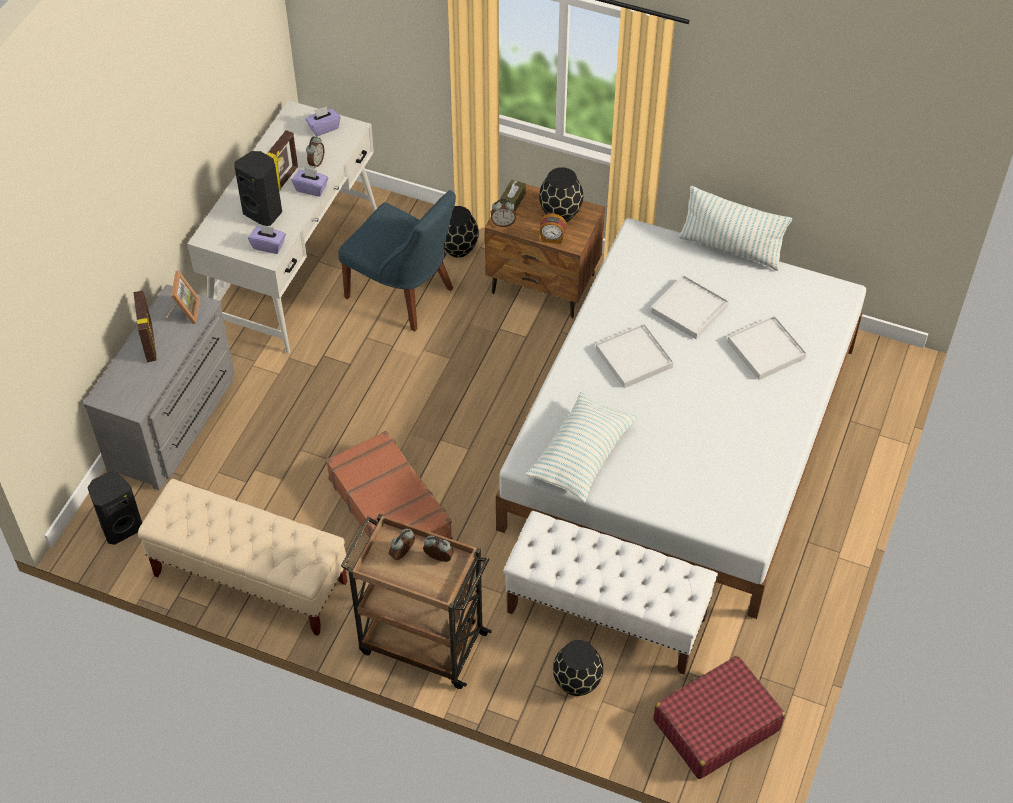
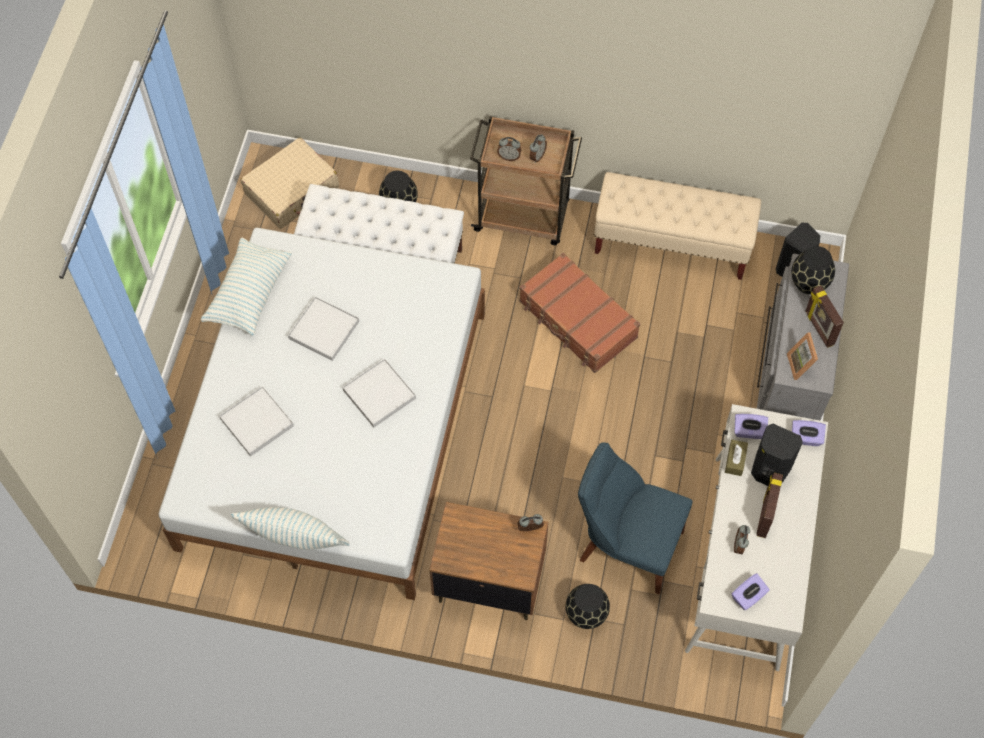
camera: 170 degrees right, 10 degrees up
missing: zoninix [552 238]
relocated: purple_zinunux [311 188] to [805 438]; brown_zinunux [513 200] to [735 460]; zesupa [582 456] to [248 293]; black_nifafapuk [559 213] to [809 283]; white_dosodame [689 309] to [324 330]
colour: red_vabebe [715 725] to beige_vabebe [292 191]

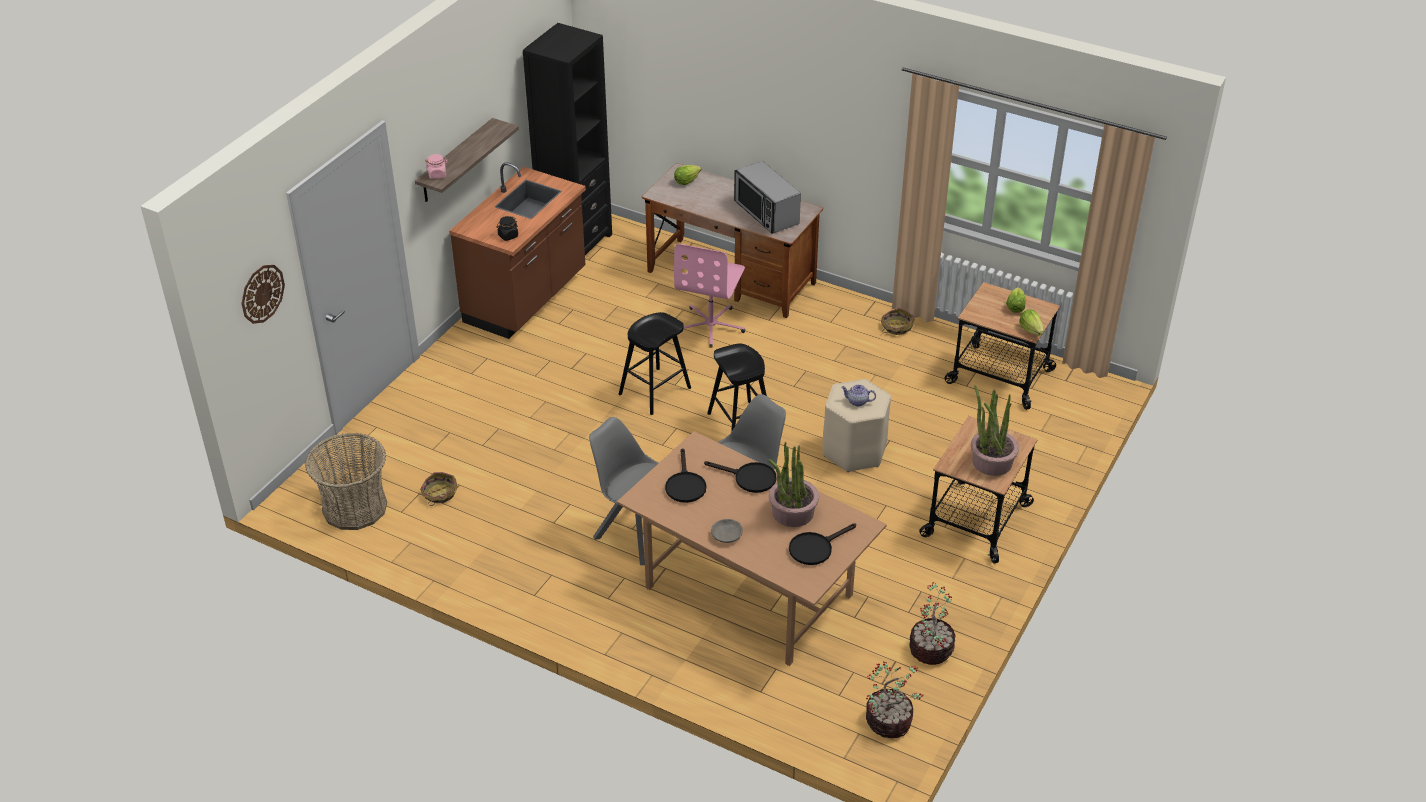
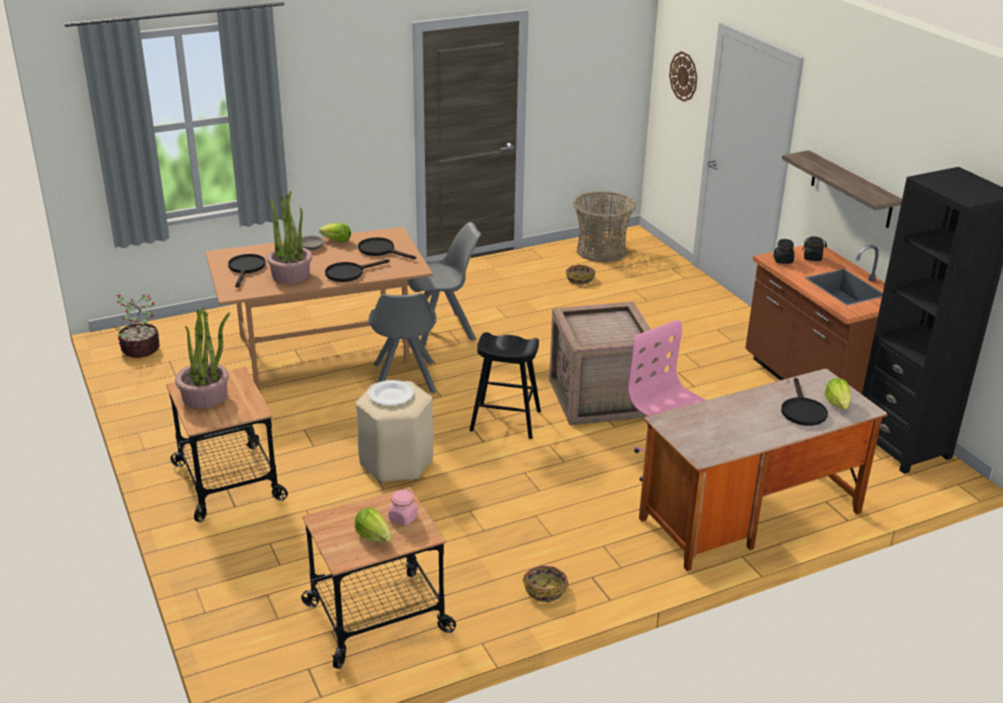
camera: 125 degrees right, 10 degrees down
missing: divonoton [766 213]; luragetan [930 649]
appeared: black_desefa [802 410]; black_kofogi [812 258]
relocated: pink_kofogi [437 174] to [403 518]; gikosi [1031 330] to [337 241]
exchanged: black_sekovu [654 391] to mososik [601 398]; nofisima [857 401] to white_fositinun [390 395]

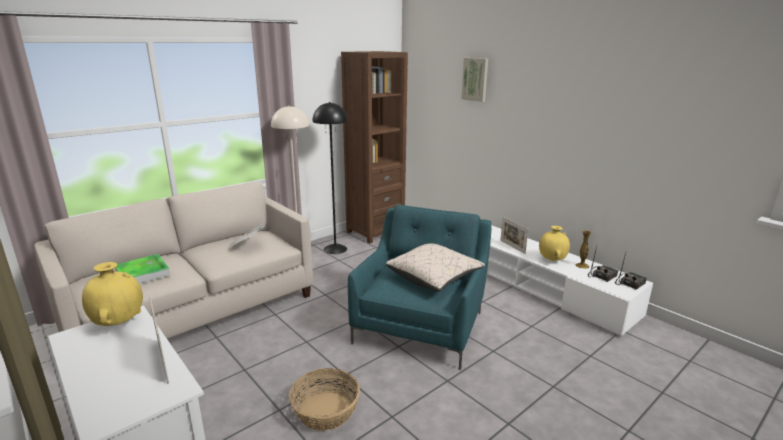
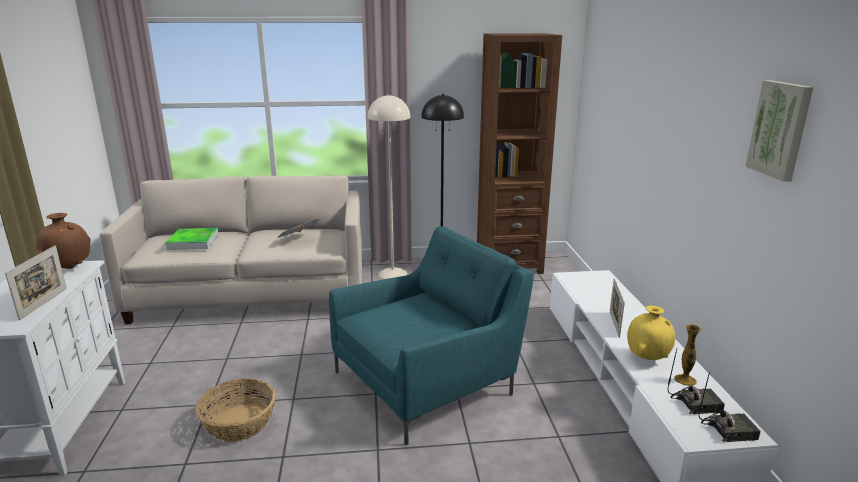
camera: 35 degrees right, 0 degrees up
missing: beige_zesupa [434 277]
relocated: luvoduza [475 79] to [781 129]
colour: yellow_nifafapuk [119 323] to brown_nifafapuk [69 268]

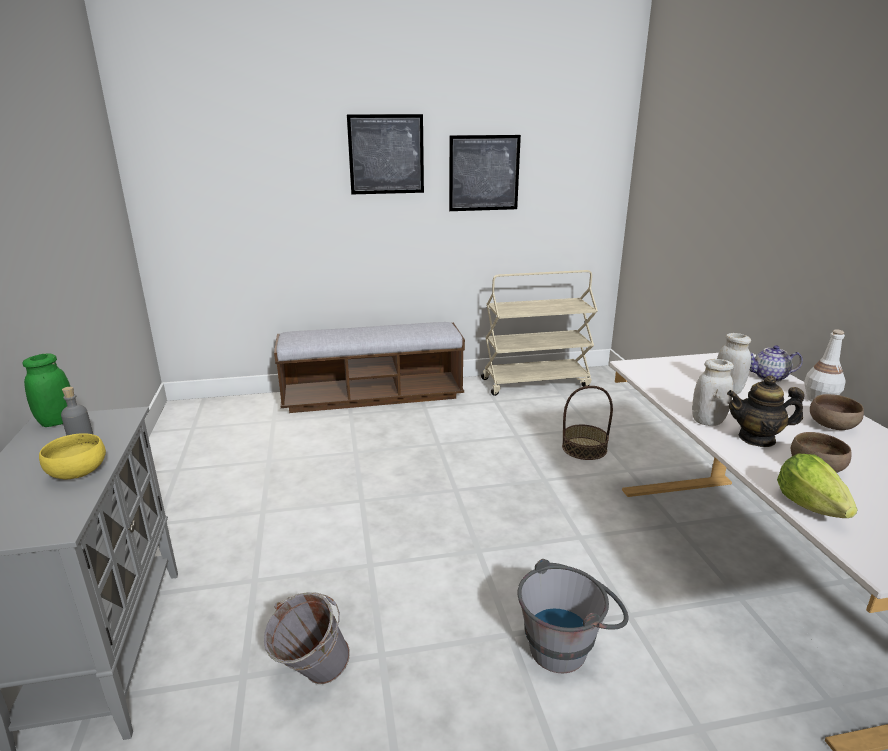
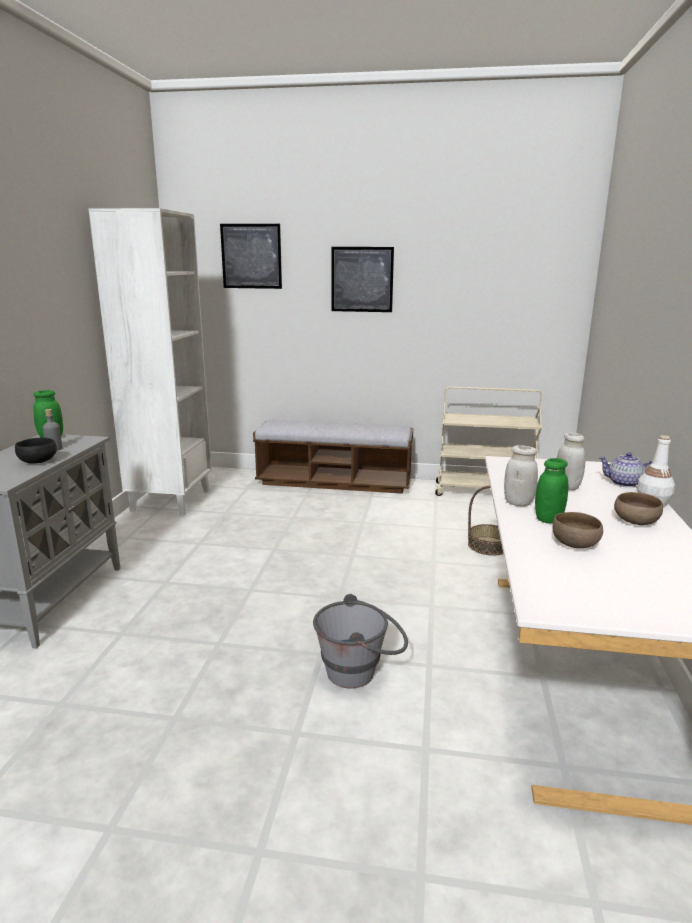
camera: 20 degrees right, 5 degrees down
missing: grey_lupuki [311 676]; gikosi [809 505]
appeared: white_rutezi [170 500]
relocated: luvoduza [484 173] to [251 256]
exchanged: nofisima [757 438] to green_kofogi [548 519]
colour: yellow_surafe [78 472] to black_surafe [38 461]

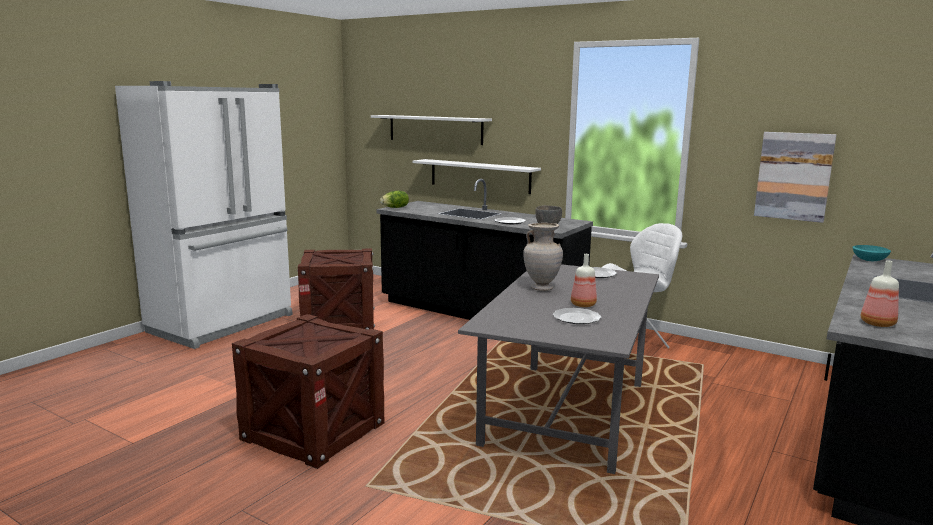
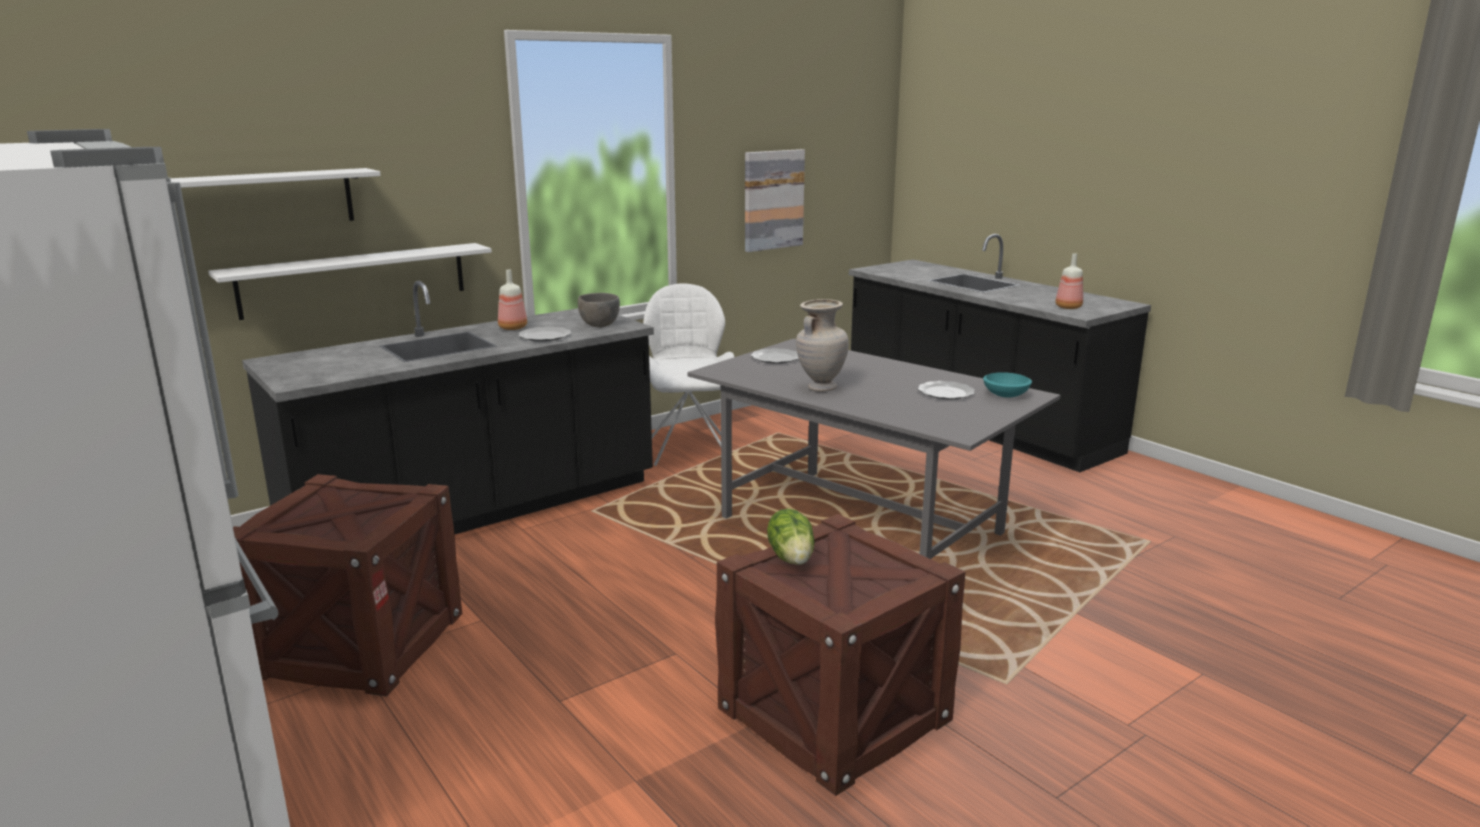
camera: 70 degrees left, 5 degrees up
relocated: gikosi [395 207] to [792 557]; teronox [583 305] to [513 328]; turquoise_surafe [869 260] to [1006 395]

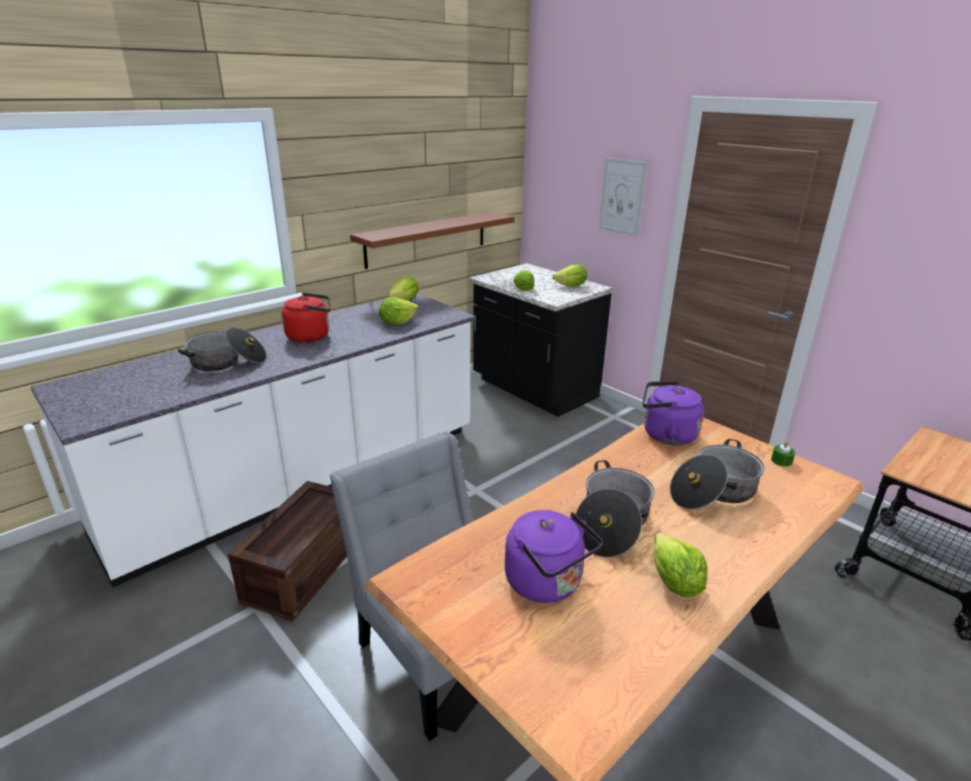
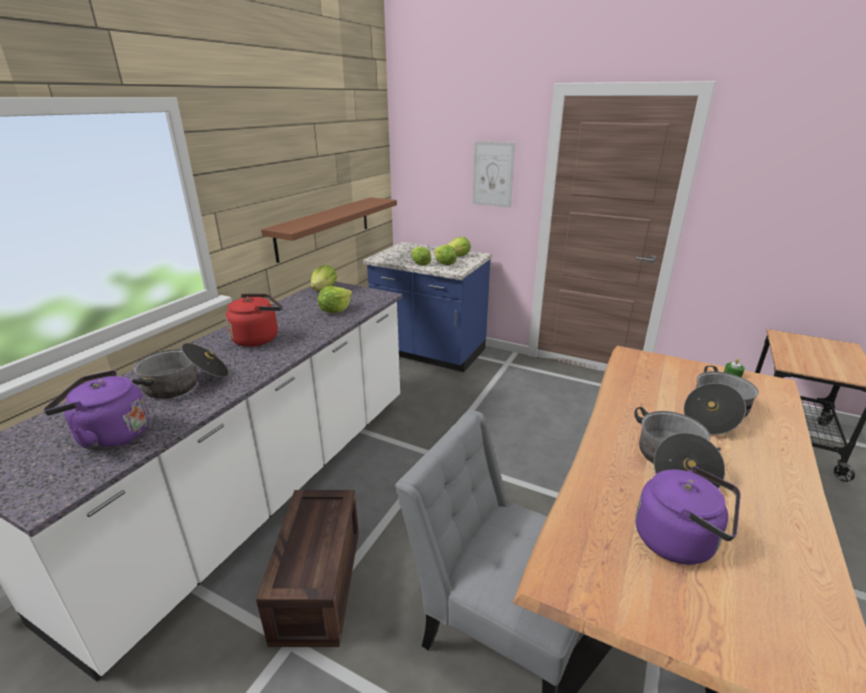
camera: 20 degrees left, 0 degrees up
relocated: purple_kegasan [665 435] to [110 436]; gikosi [674 583] to [444 264]
colour: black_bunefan [533 390] to blue_bunefan [429 352]

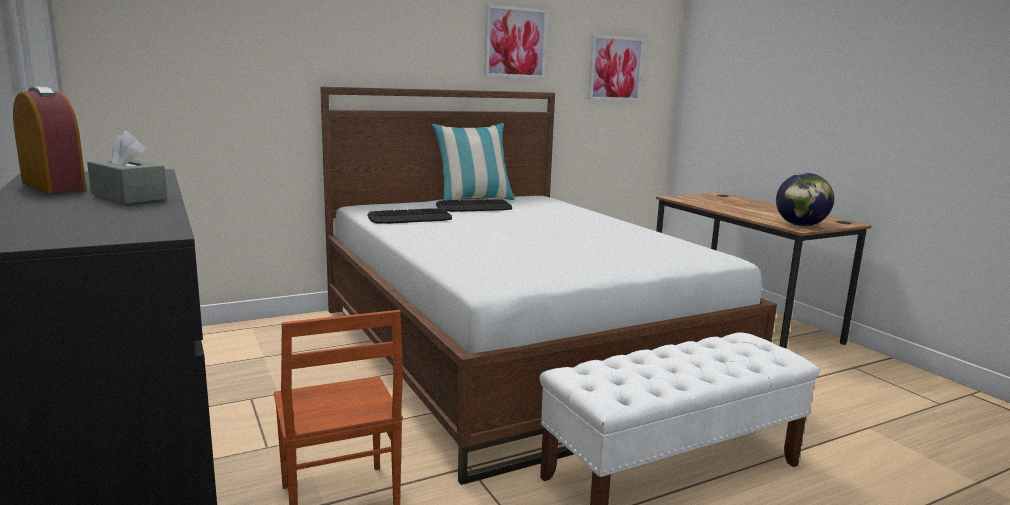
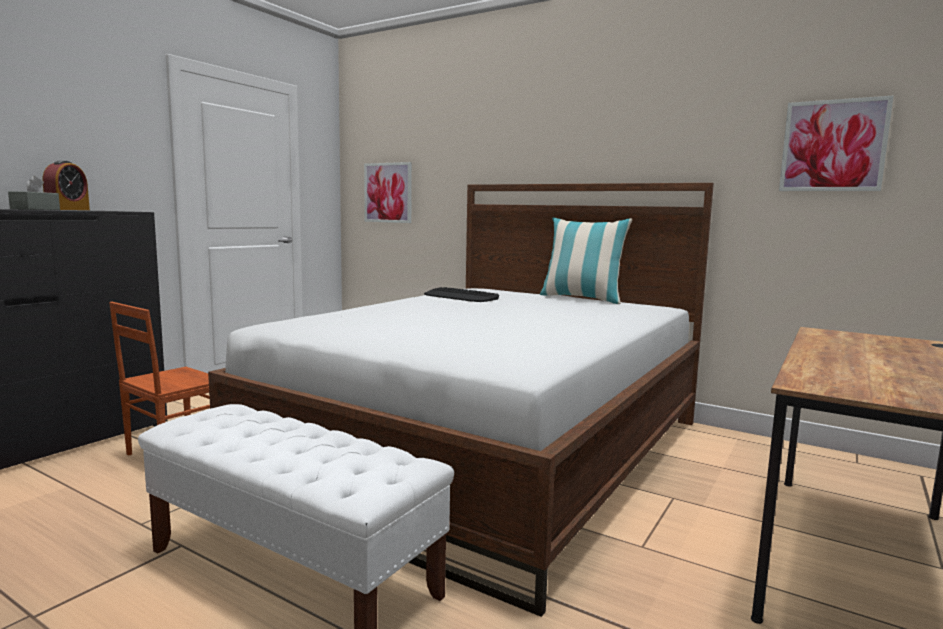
camera: 60 degrees right, 5 degrees down
missing: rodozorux [474 207]; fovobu [800 225]
relocated: luvoduza [515 42] to [388 192]

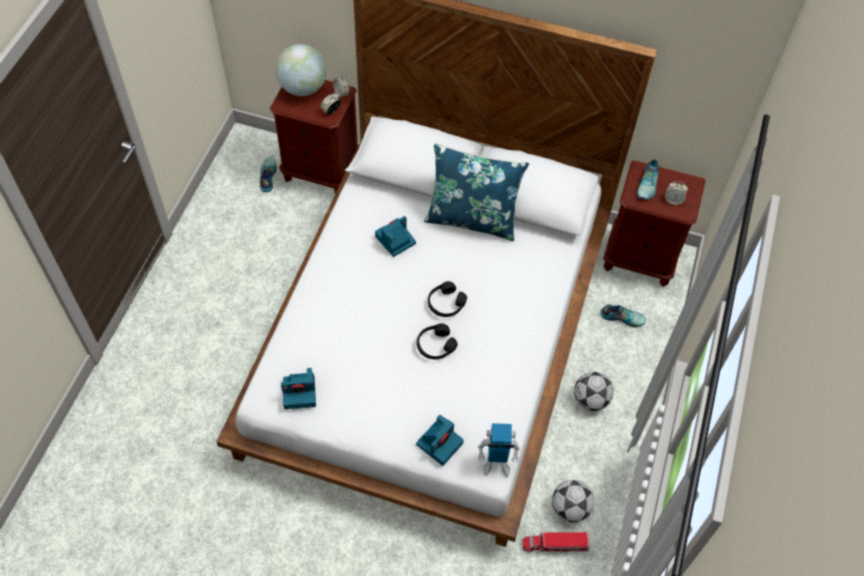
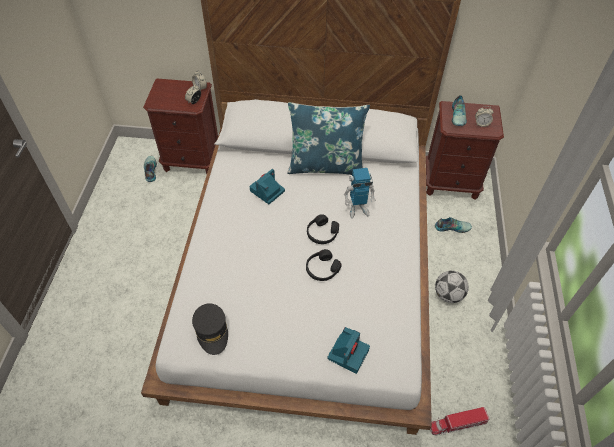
camera: 10 degrees left, 5 degrees down
missing: fovobu [303 88]; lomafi [570 508]
relocated: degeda [496 463] to [358 209]
exchanged: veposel [300 392] to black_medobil [212 331]

